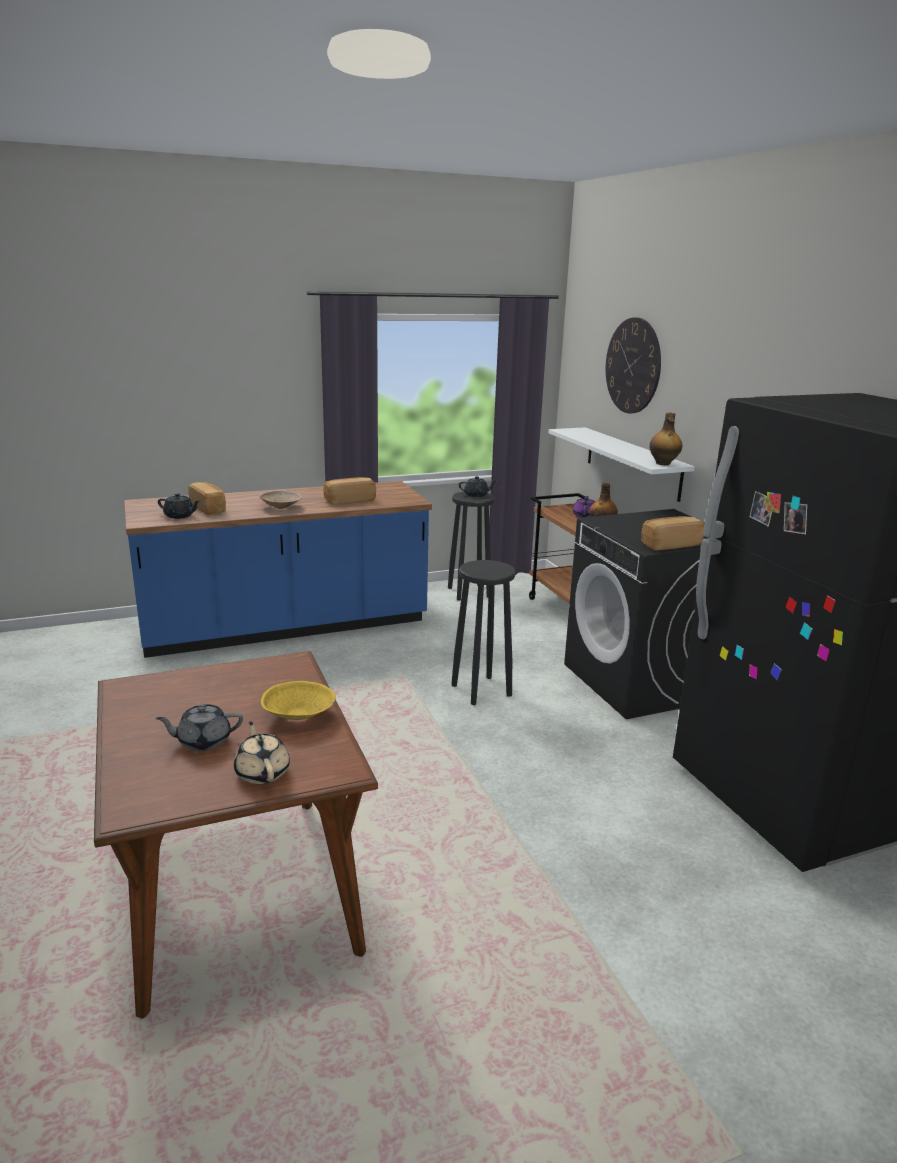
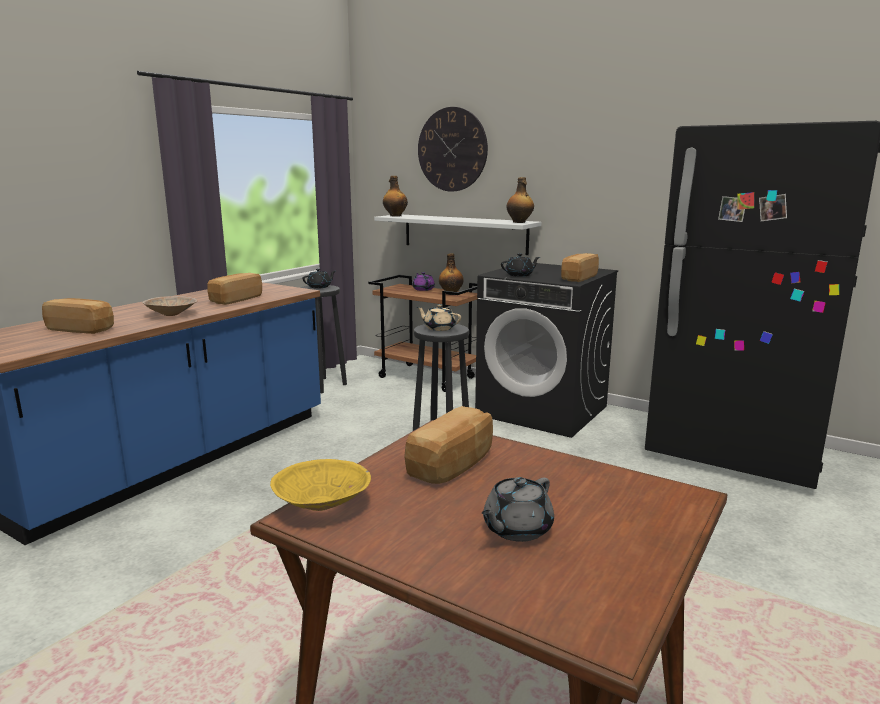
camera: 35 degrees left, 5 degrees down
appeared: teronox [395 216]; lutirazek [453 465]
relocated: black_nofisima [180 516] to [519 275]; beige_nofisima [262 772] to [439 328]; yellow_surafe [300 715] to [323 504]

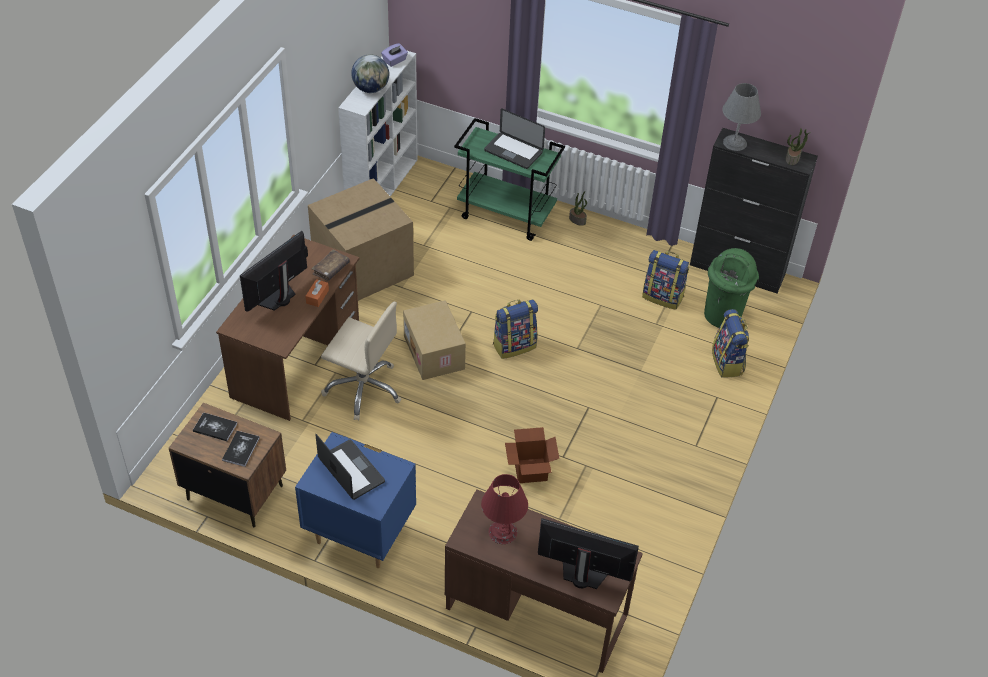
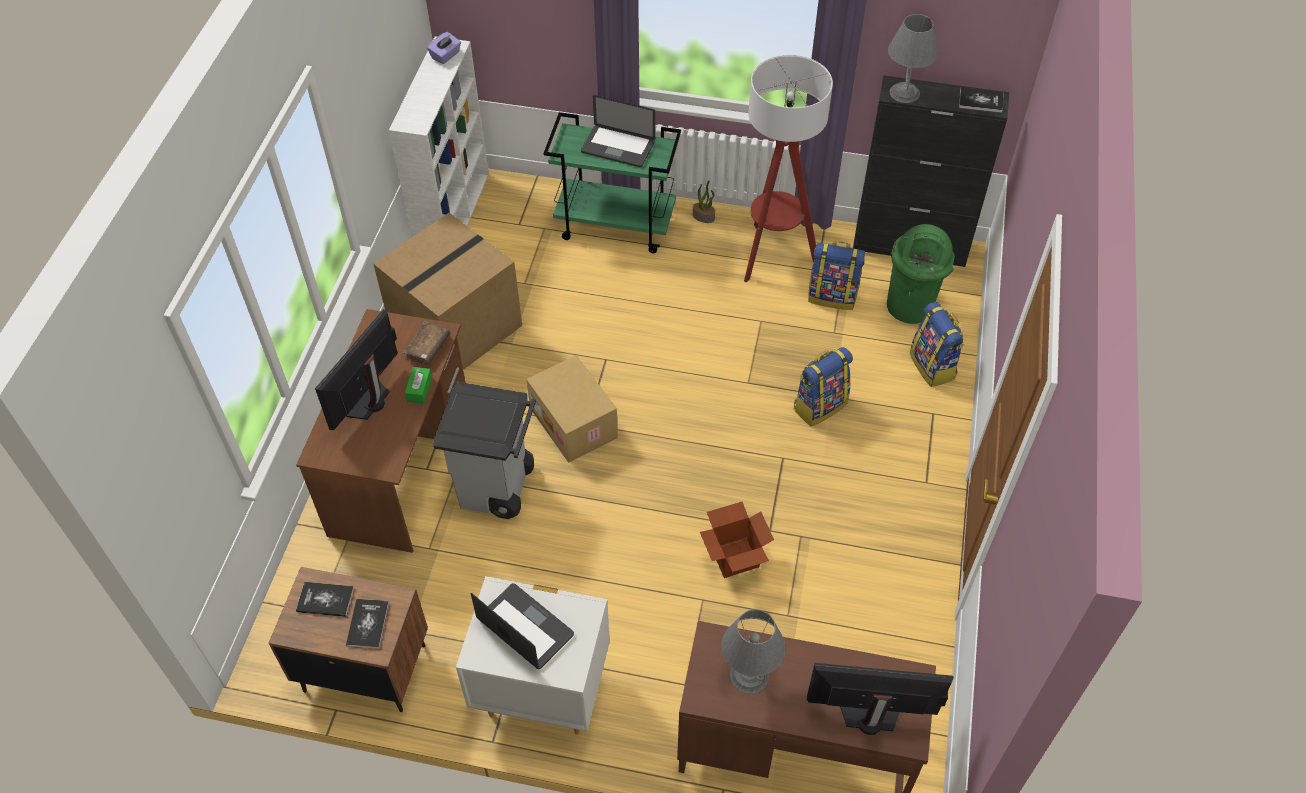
camera: 10 degrees left, 5 degrees up
missing: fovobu [371 89]
appeared: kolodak [772 255]
relocated: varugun [514 345] to [819 405]
exchanged: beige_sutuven [363 388] to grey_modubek [497 489]; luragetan [792 158] to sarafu [980 101]
colour: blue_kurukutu [360 535] to white_kurukutu [542 692]; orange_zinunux [317 296] to green_zinunux [419 389]; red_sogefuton [503 532] to grey_sogefuton [749 675]

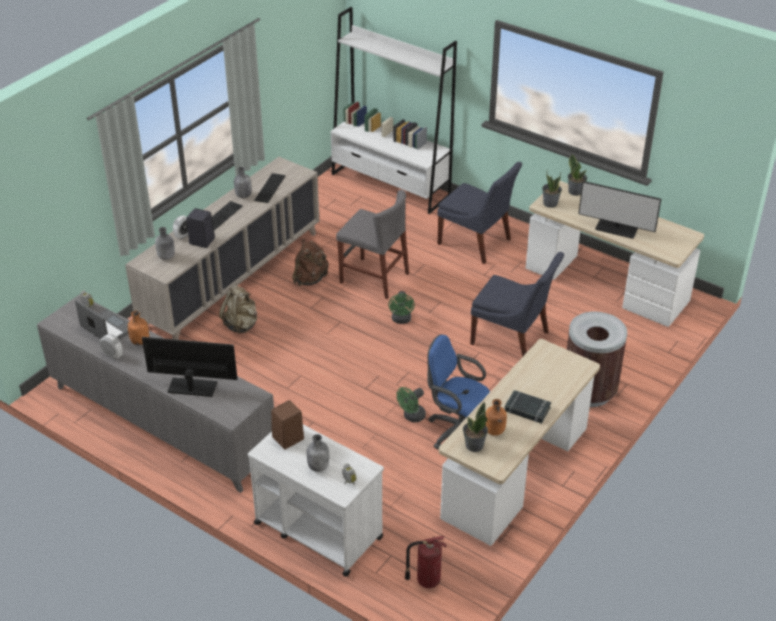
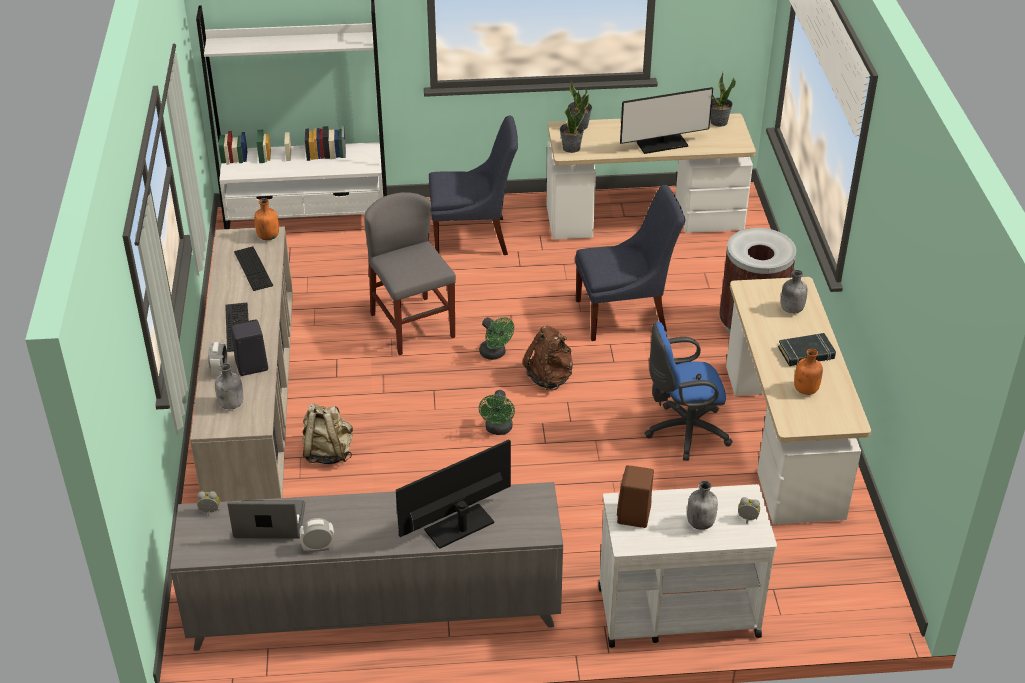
camera: 40 degrees left, 0 degrees up
missing: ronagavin [426 580]
relocated: orange_teronox [140 341] to [268 236]; grey_teronox [243 195] to [791 309]; brown_varugun [310 279] to [550 377]; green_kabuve [411 417] to [498 430]; luragetan [474 445] to [718 122]
spun: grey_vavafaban [374 278] = [412 326] 105 degrees counterclockwise

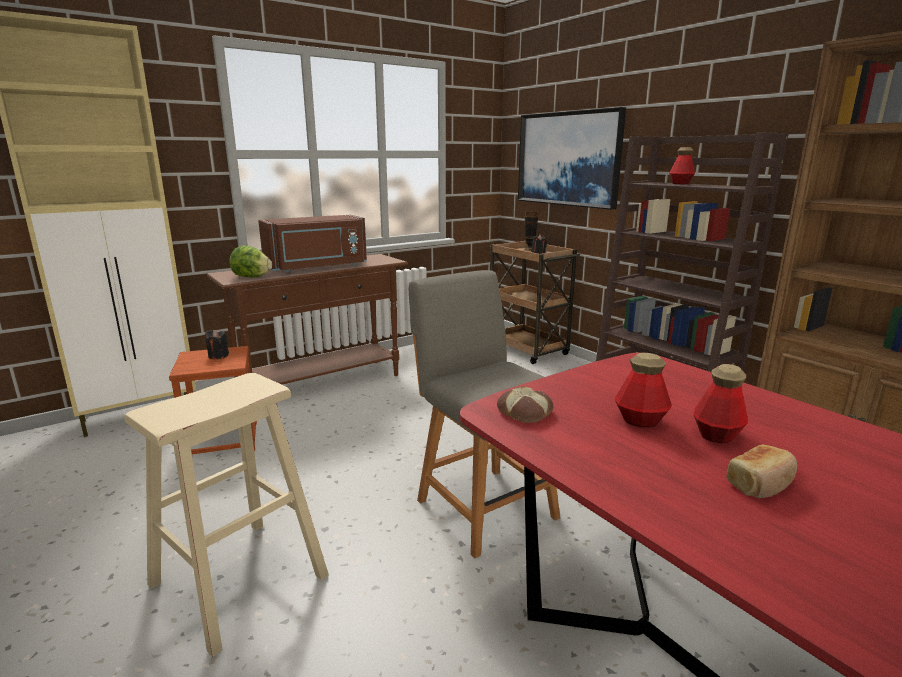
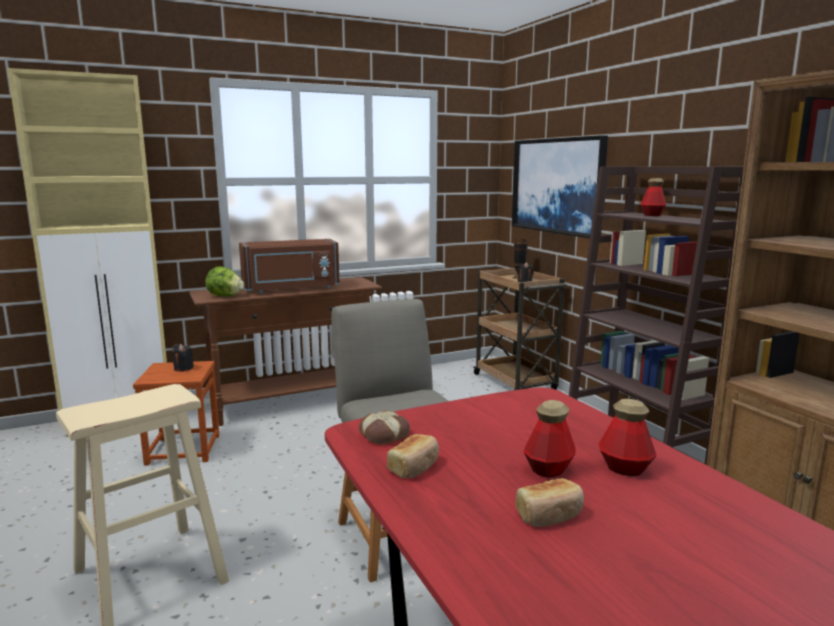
camera: 10 degrees right, 5 degrees down
appeared: lutirazek [414 467]
relocated: teronox [640 420] to [625 468]

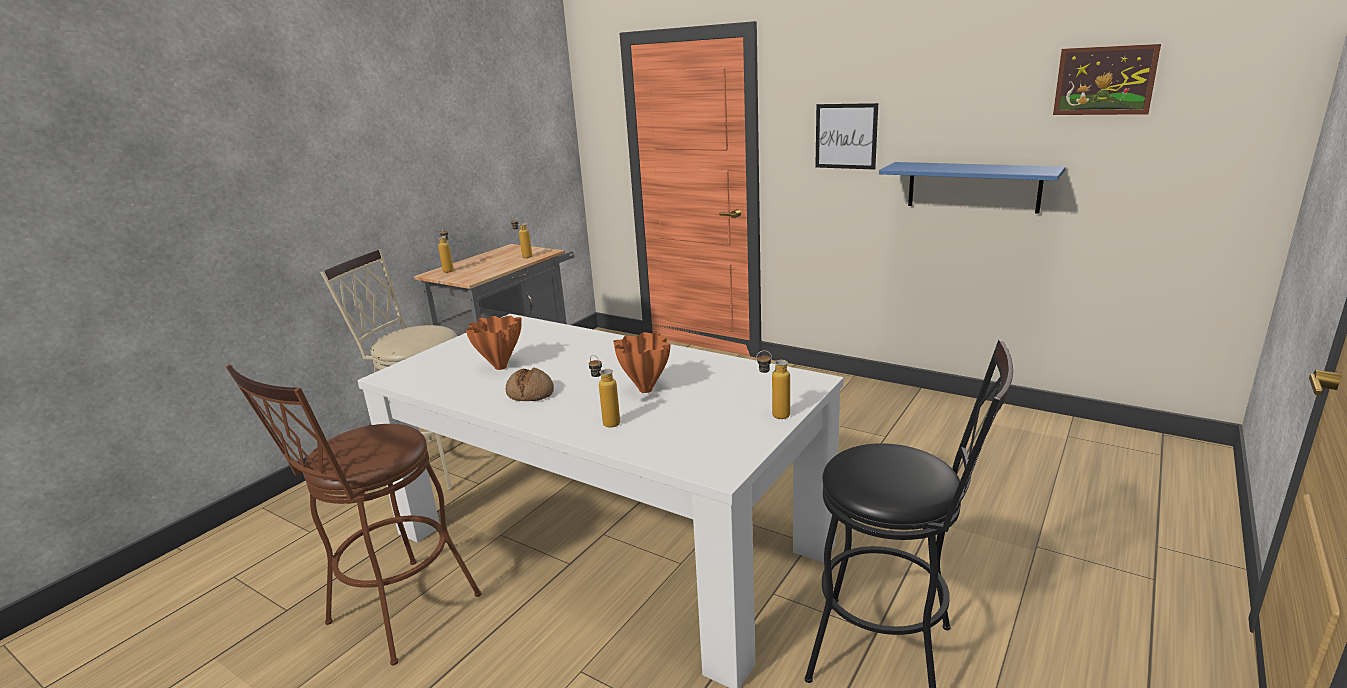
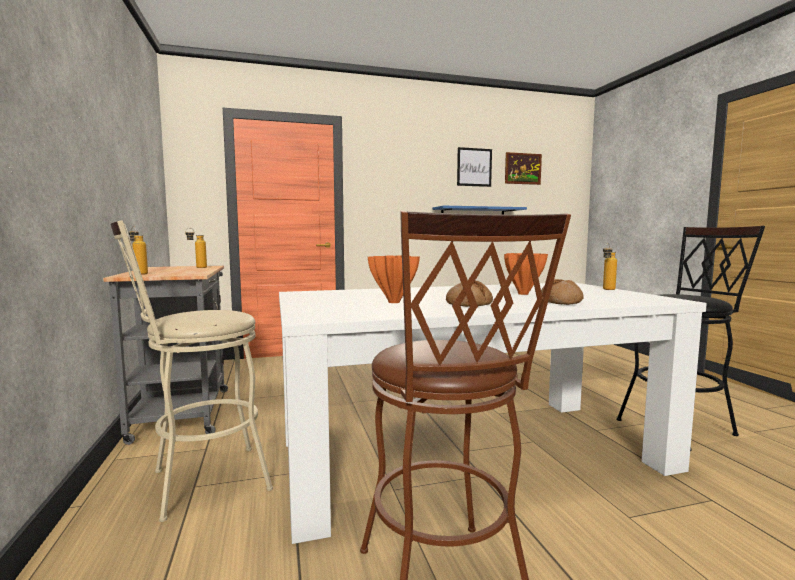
camera: 50 degrees left, 15 degrees down
relocated: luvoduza [846 136] to [474 167]
exchanged: teronox [606 422] to lutirazek [561 301]

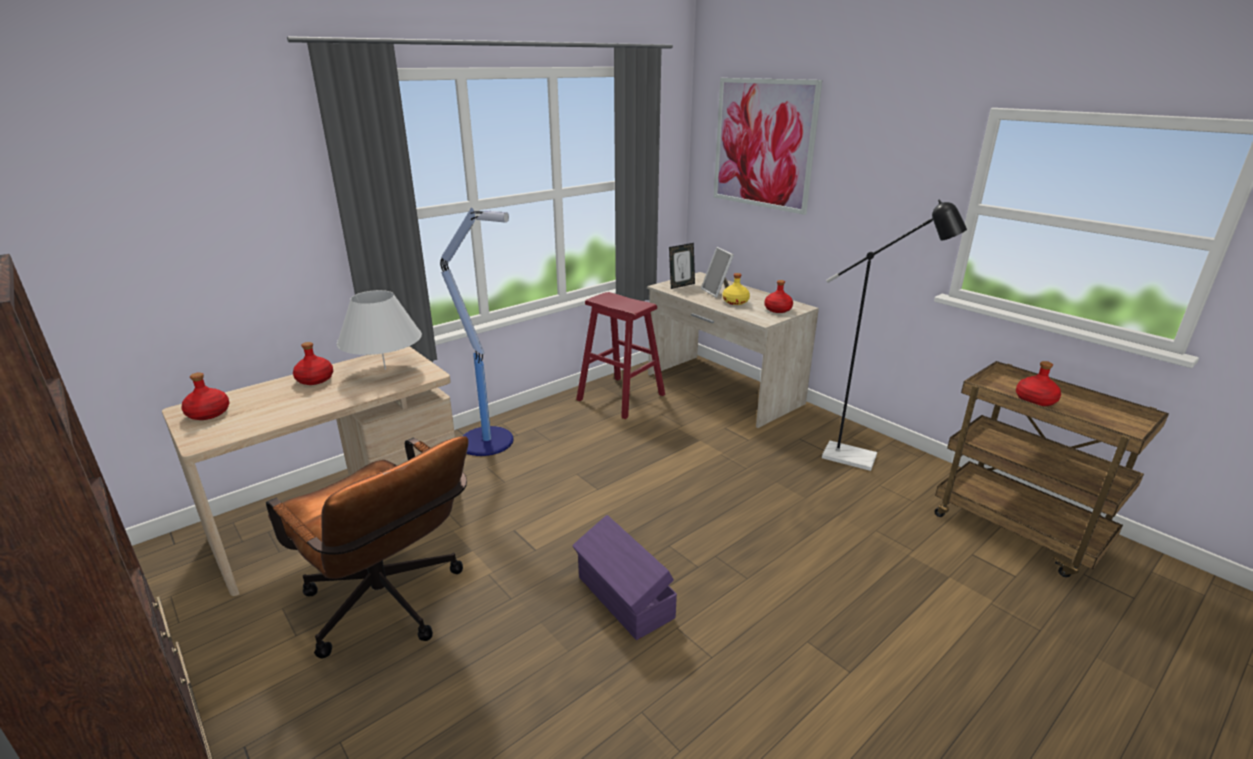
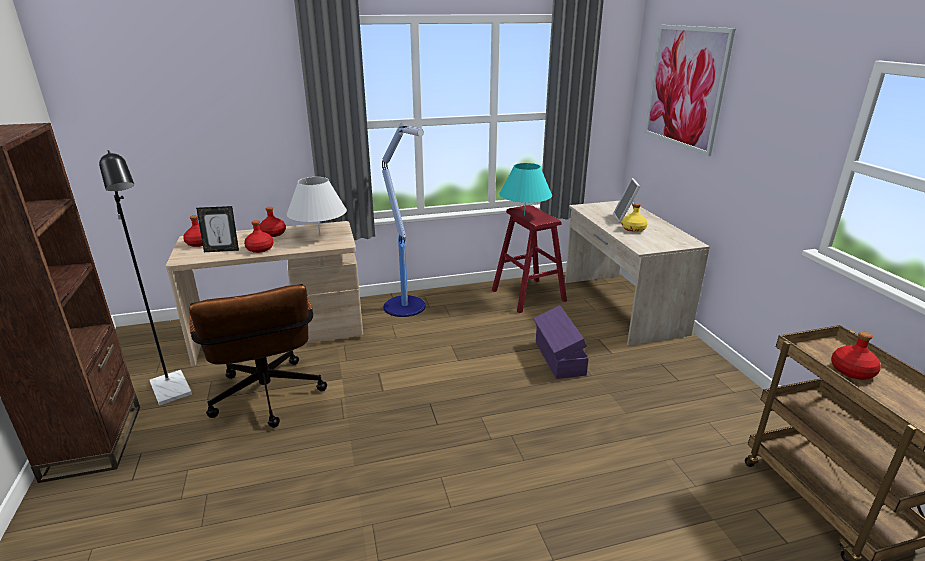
camera: 25 degrees right, 0 degrees up
appeared: turquoise_sogefuton [524 215]
relocated: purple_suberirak [624 598] to [558 358]; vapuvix [681 285] to [222 250]; red_teronox [778 310] to [260 249]; black_kolodak [859 459] to [173 393]

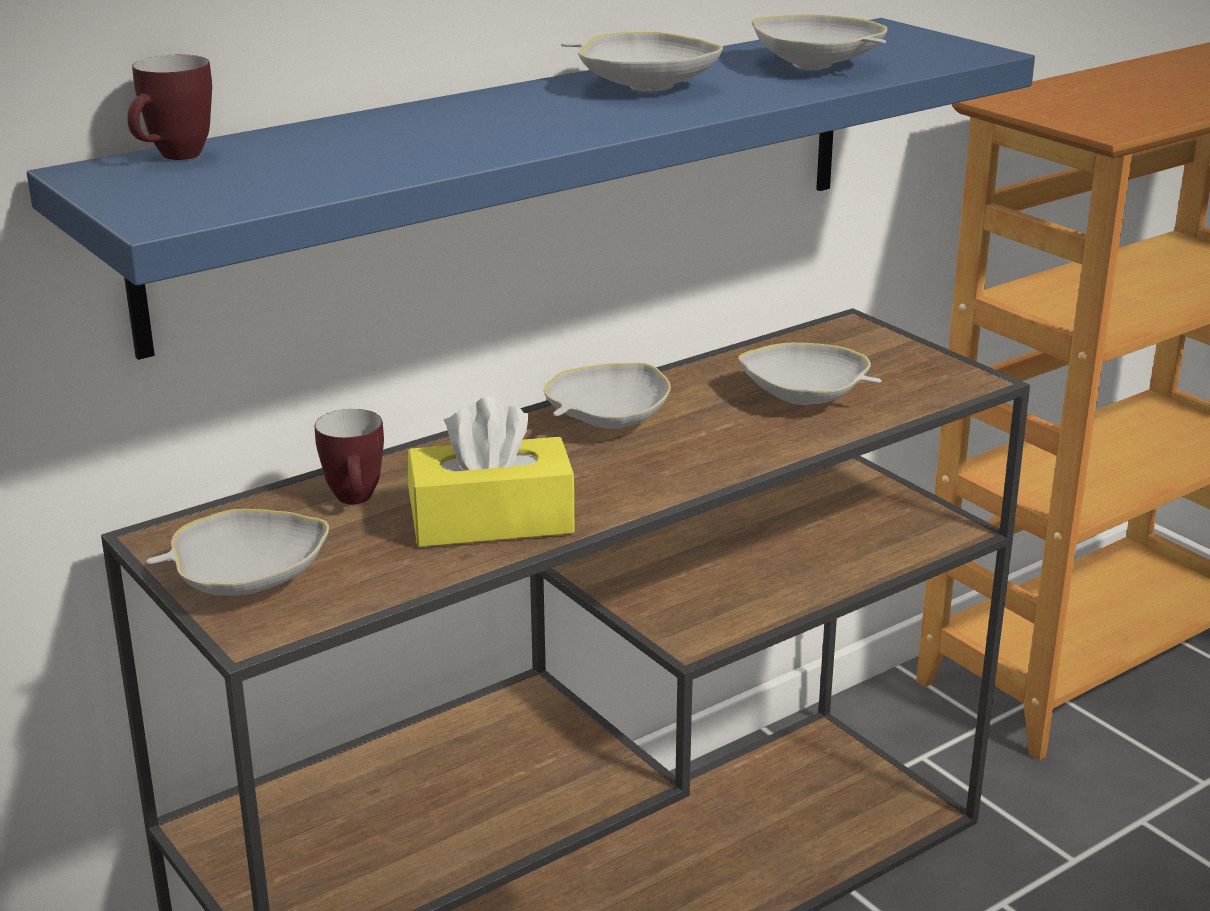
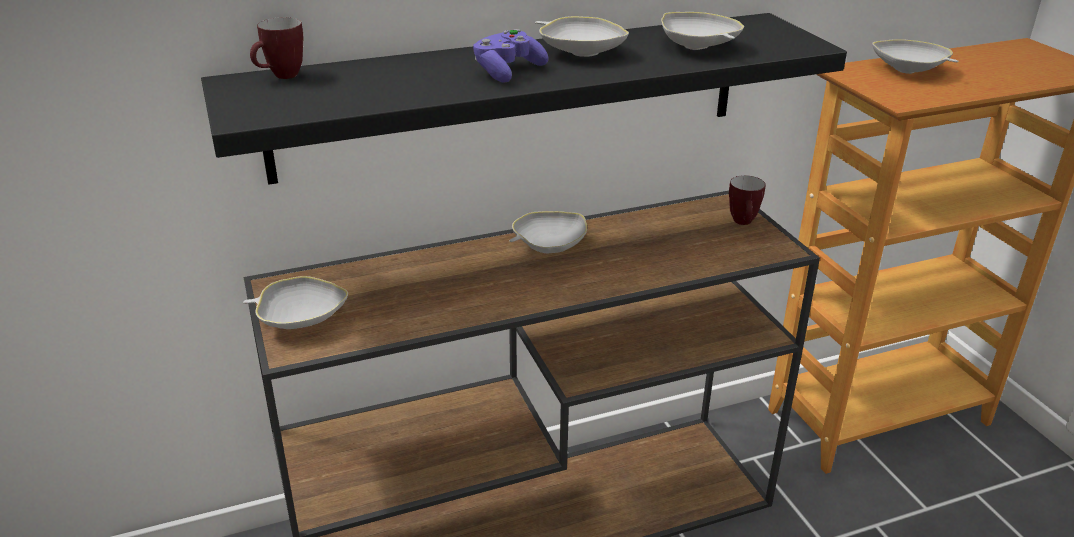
camera: 15 degrees right, 5 degrees up
missing: yellow_zinunux [491 521]
appeared: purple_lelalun [508 71]
relocated: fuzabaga [356 501] to [743 223]; white_surafe [807 399] to [909 71]
colour: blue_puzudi [522 173] to black_puzudi [513 95]

